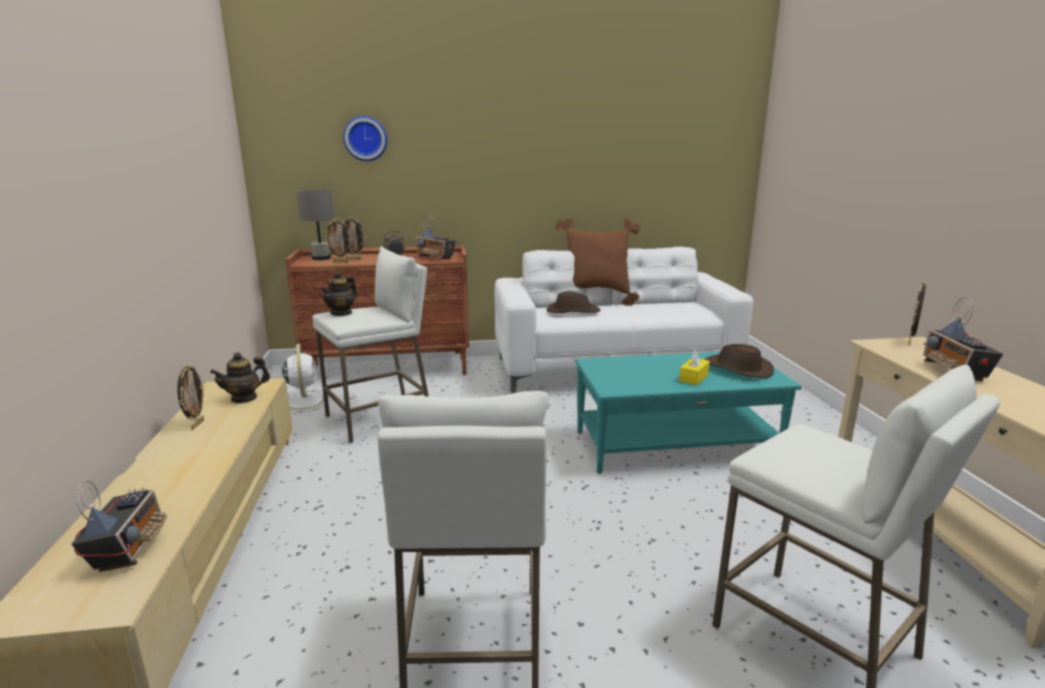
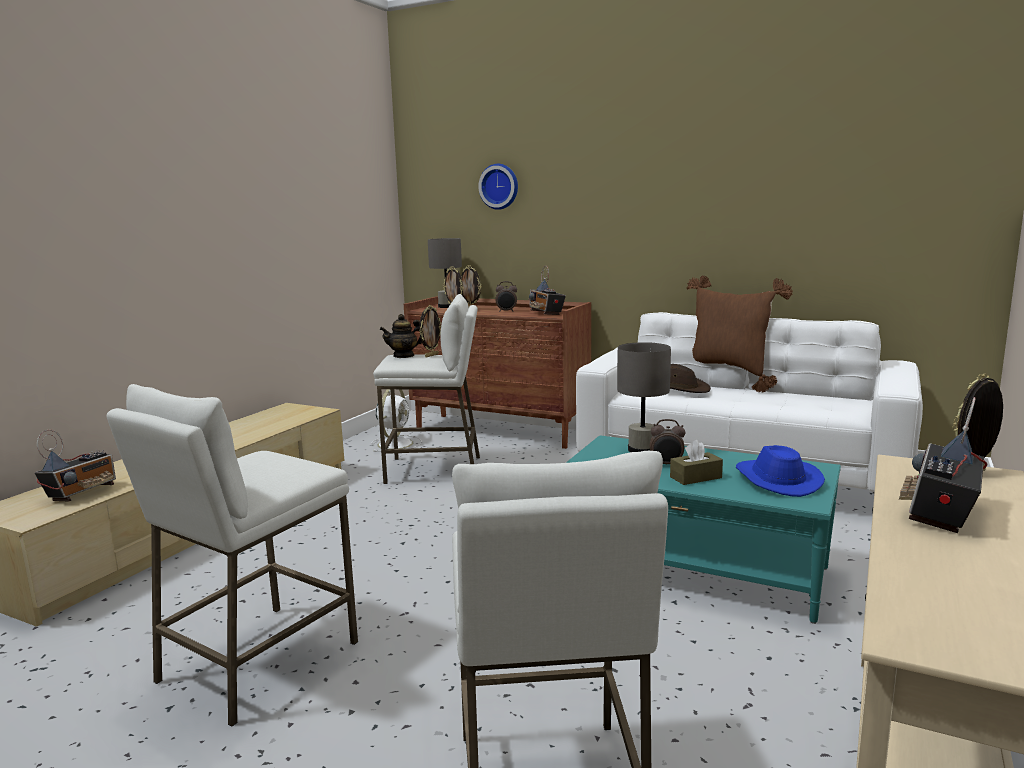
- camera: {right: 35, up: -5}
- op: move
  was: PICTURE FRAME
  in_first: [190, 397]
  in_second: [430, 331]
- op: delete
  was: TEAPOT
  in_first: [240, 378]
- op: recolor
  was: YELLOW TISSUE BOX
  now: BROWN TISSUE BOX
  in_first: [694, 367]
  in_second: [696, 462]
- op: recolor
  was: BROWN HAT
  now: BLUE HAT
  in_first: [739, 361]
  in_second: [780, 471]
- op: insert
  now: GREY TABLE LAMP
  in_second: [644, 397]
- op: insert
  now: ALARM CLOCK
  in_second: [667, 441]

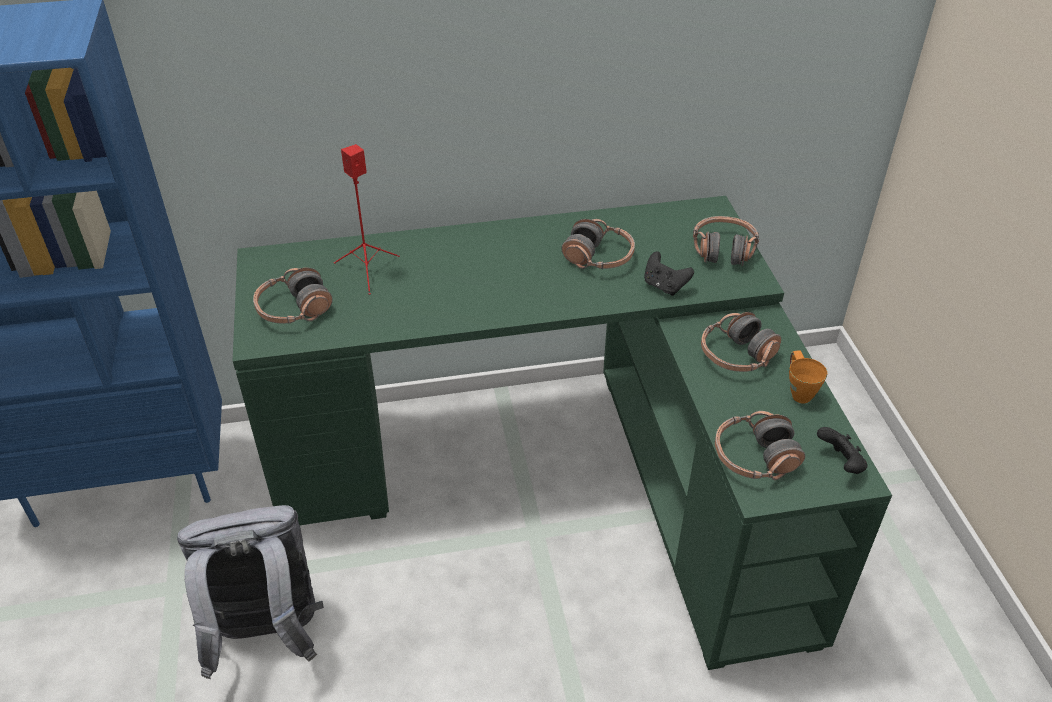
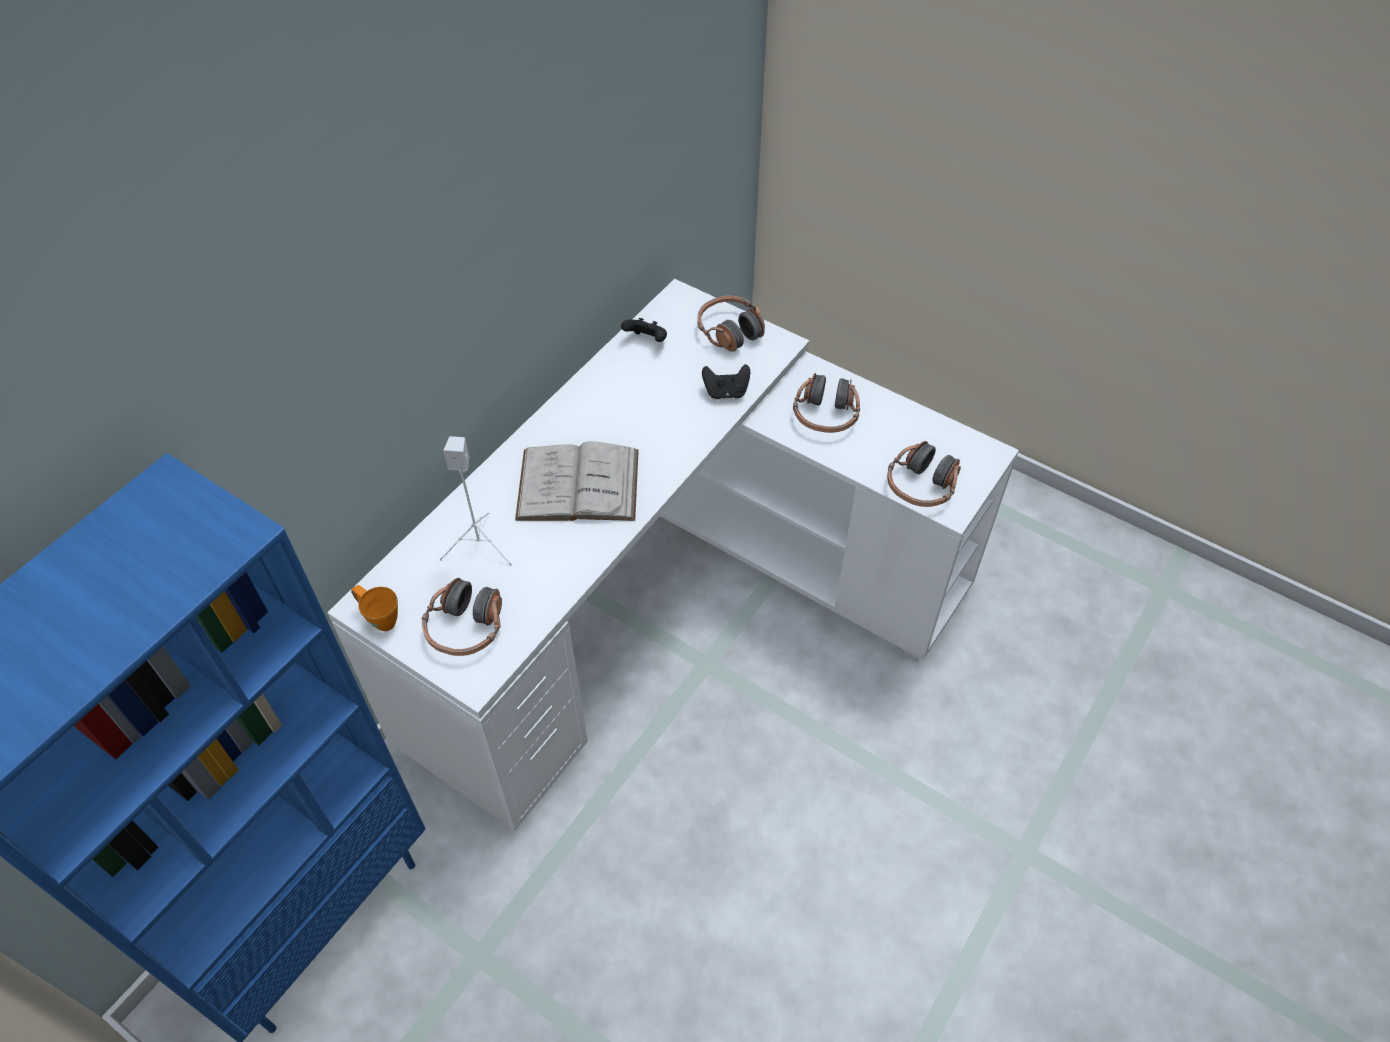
- camera: {right: -45, up: 10}
- op: delete
  was: GREY BACKPACK
  in_first: [250, 592]
- op: recolor
  was: GREEN DESK
  now: WHITE DESK
  in_first: [562, 433]
  in_second: [673, 555]
- op: recolor
  was: RED SPEAKER
  now: WHITE SPEAKER
  in_first: [367, 219]
  in_second: [475, 501]
- op: delete
  was: HEADPHONES
  in_first: [598, 244]
- op: move
  was: ORANGE MUG
  in_first: [808, 376]
  in_second: [374, 608]
- op: move
  was: BLACK GAME CONTROLLER
  in_first: [842, 450]
  in_second: [644, 330]
- op: insert
  now: WHITE BOOK
  in_second: [577, 481]

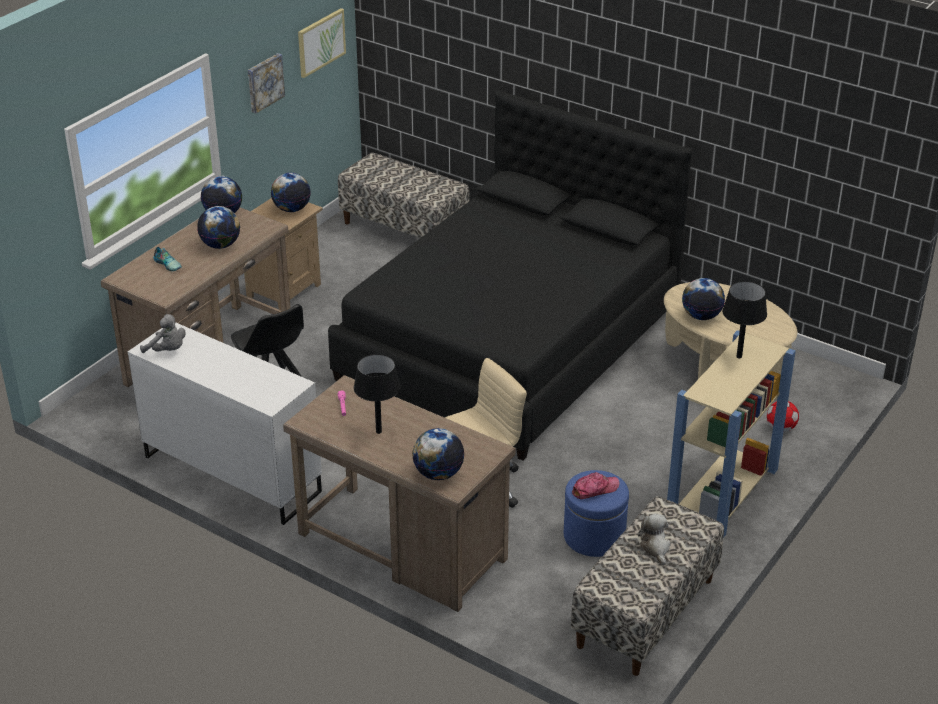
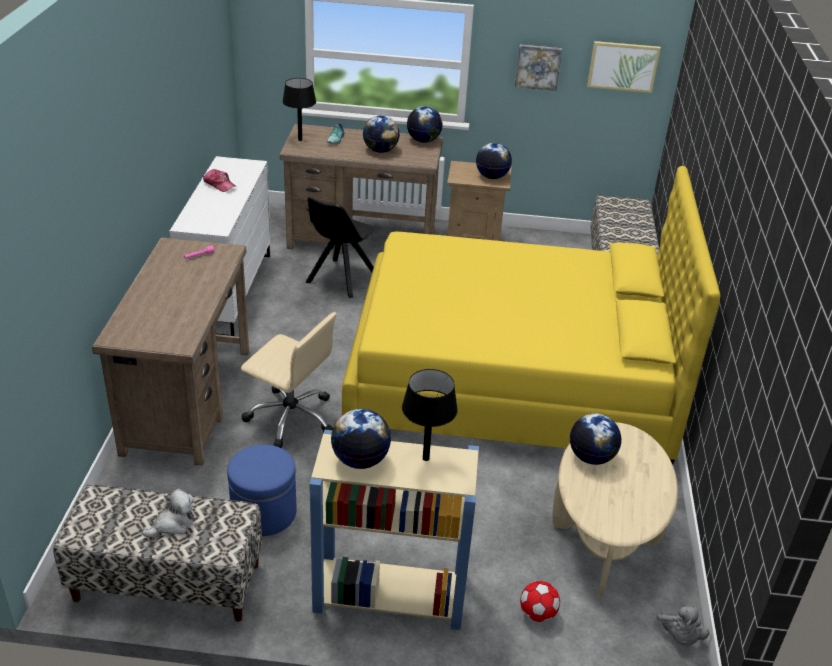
- camera: {right: 60, up: 0}
- op: move
  was: GREY PLUSH TOY
  in_first: [162, 333]
  in_second: [683, 625]
- op: recolor
  was: BLACK BED
  now: YELLOW BED
  in_first: [510, 275]
  in_second: [531, 315]
- op: move
  was: BLACK TABLE LAMP
  in_first: [377, 394]
  in_second: [299, 109]
- op: move
  was: GLOBE
  in_first: [438, 454]
  in_second: [361, 439]
- op: move
  was: CAP
  in_first: [595, 485]
  in_second: [220, 180]

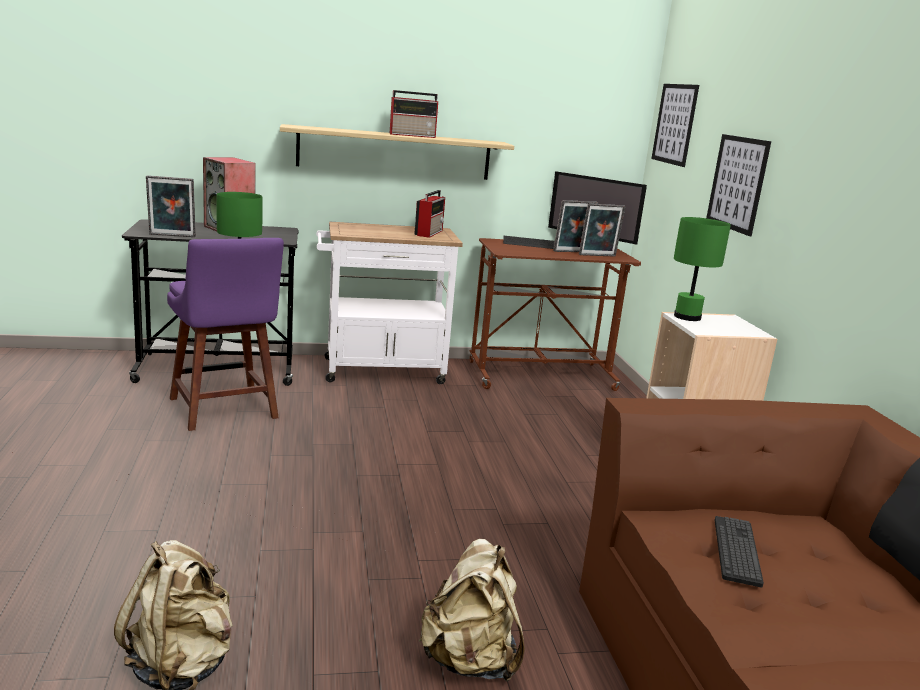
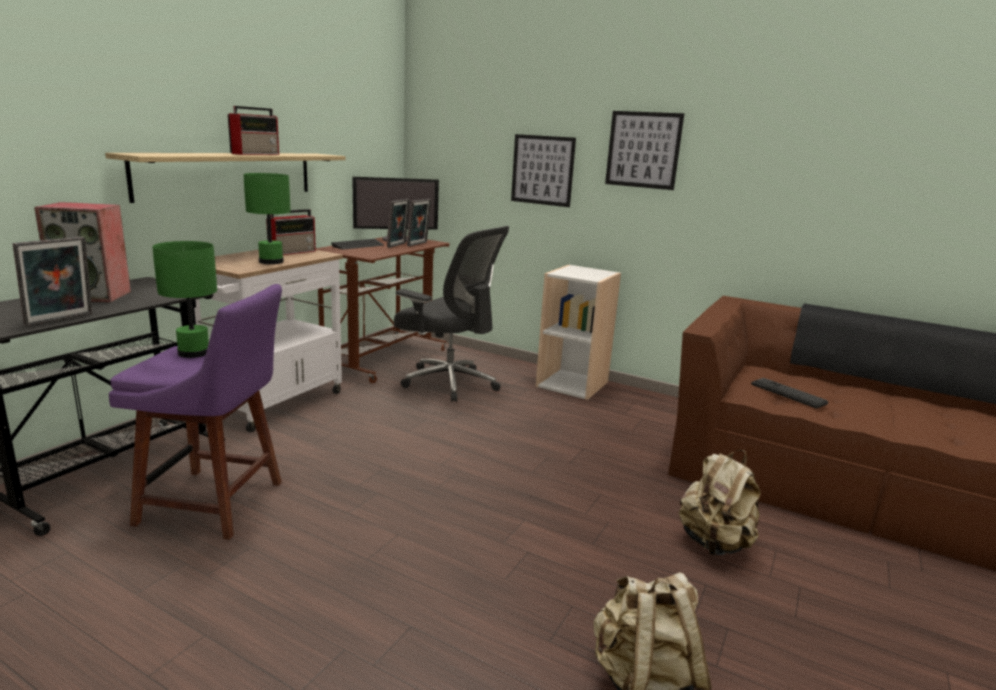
- camera: {right: -50, up: 0}
- op: rotate
  was: RADIO
  in_first: [429, 214]
  in_second: [291, 232]
  clockwise: 75
- op: move
  was: PICTURE
  in_first: [675, 125]
  in_second: [644, 150]
- op: move
  was: GREEN TABLE LAMP
  in_first: [702, 269]
  in_second: [267, 218]
- op: insert
  now: OFFICE CHAIR
  in_second: [451, 314]

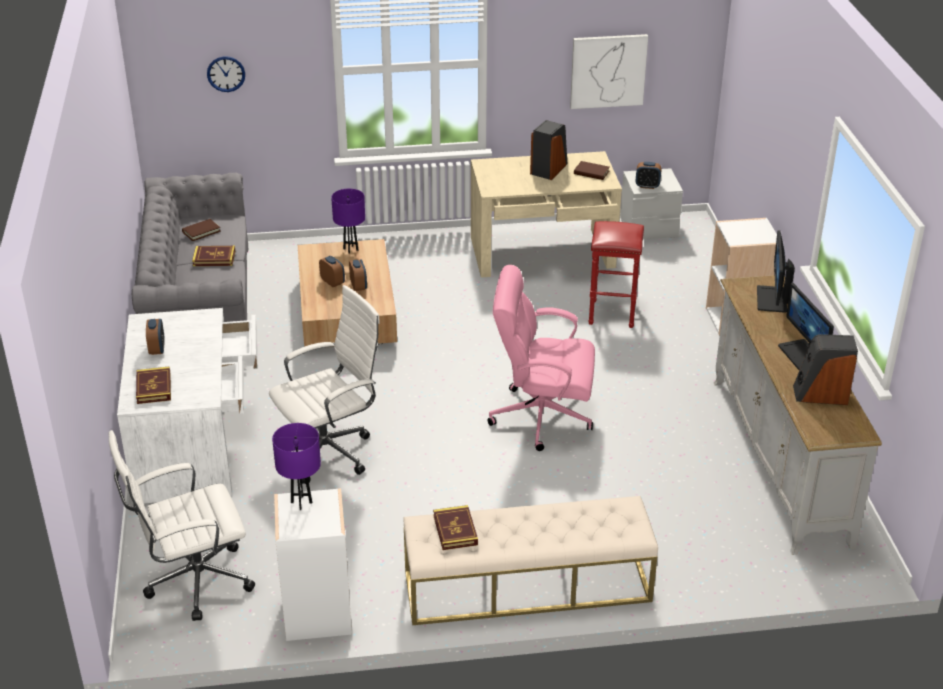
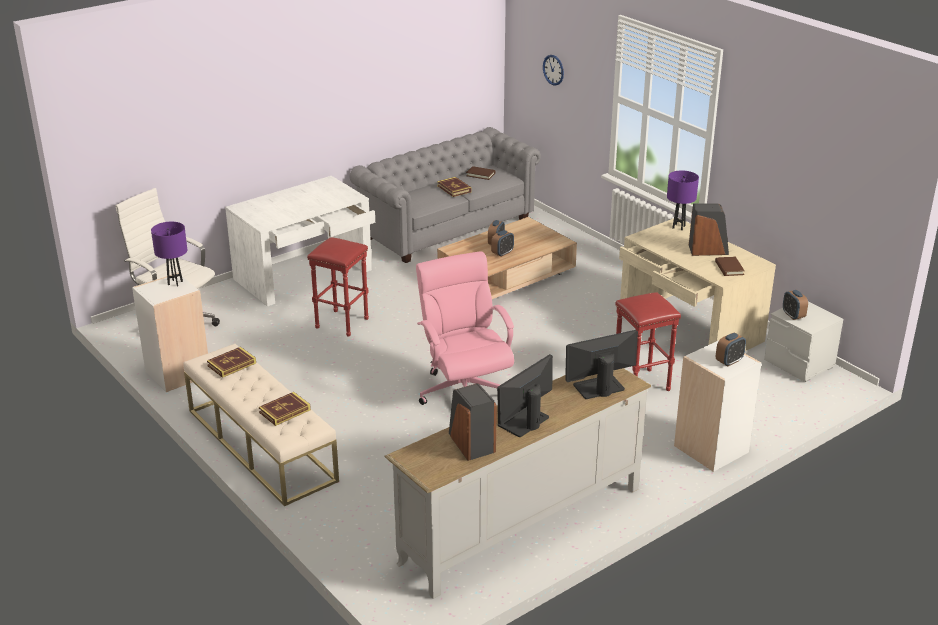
- camera: {right: 60, up: -5}
- op: move
  was: BOOK
  in_first: [153, 385]
  in_second: [285, 409]
- op: move
  was: ALARM CLOCK
  in_first: [155, 337]
  in_second: [731, 349]
- op: replace
  was: WHITE OFFICE CHAIR
  now: RED STOOL
  in_first: [324, 384]
  in_second: [338, 287]
- op: move
  was: PURPLE TABLE LAMP
  in_first: [348, 221]
  in_second: [683, 200]
- op: delete
  was: PICTURE
  in_first: [609, 71]

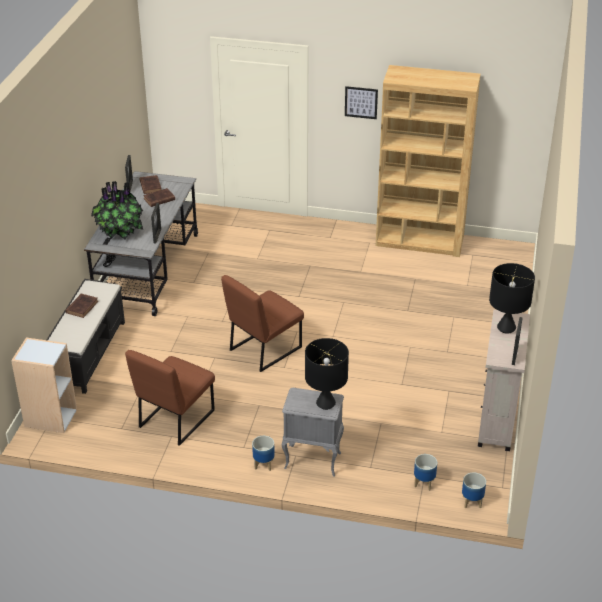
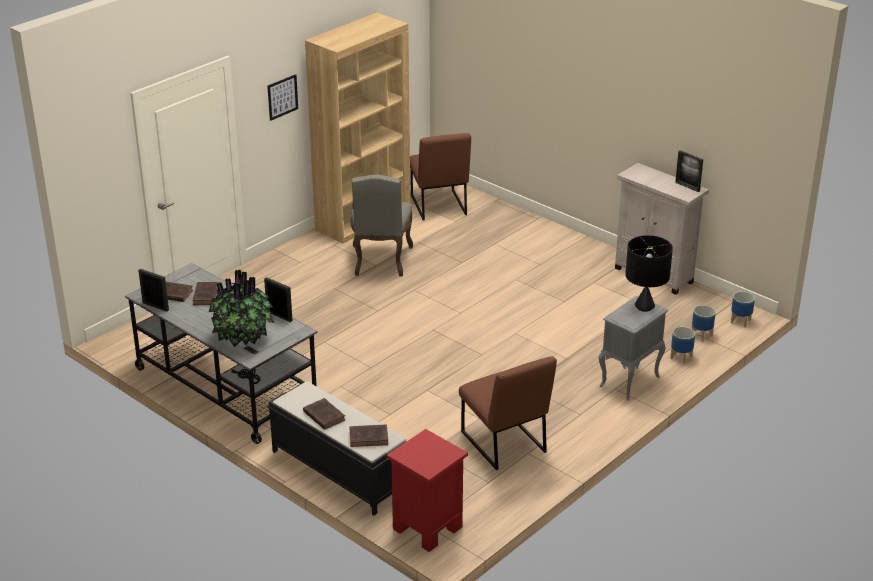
- camera: {right: -60, up: -5}
- op: replace
  was: BOOKCASE
  now: RED NIGHTSTAND
  in_first: [44, 385]
  in_second: [427, 490]
- op: move
  was: BROWN CHAIR
  in_first: [262, 323]
  in_second: [440, 176]
- op: move
  was: PLANTER
  in_first: [263, 453]
  in_second: [682, 345]
- op: delete
  was: BLACK TABLE LAMP
  in_first: [512, 298]
- op: insert
  now: BROWN BOOK
  in_second: [368, 435]
- op: insert
  now: GREY CHAIR
  in_second: [381, 225]

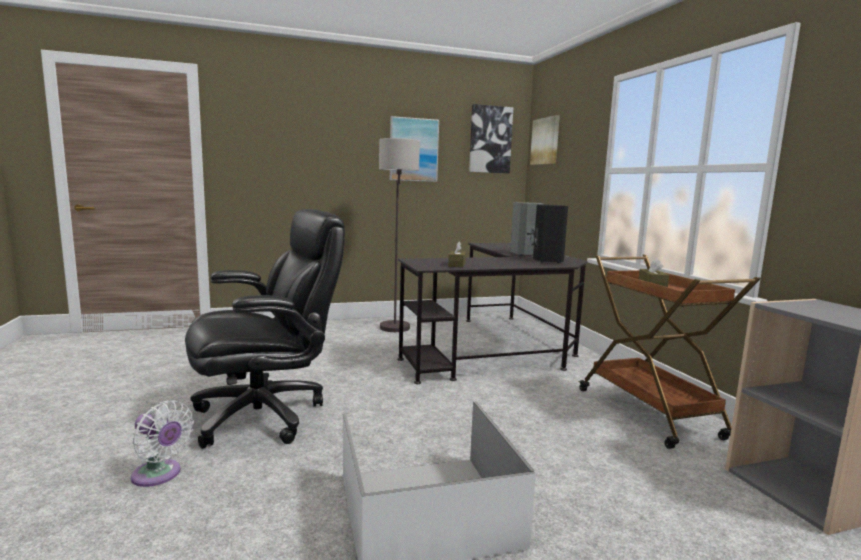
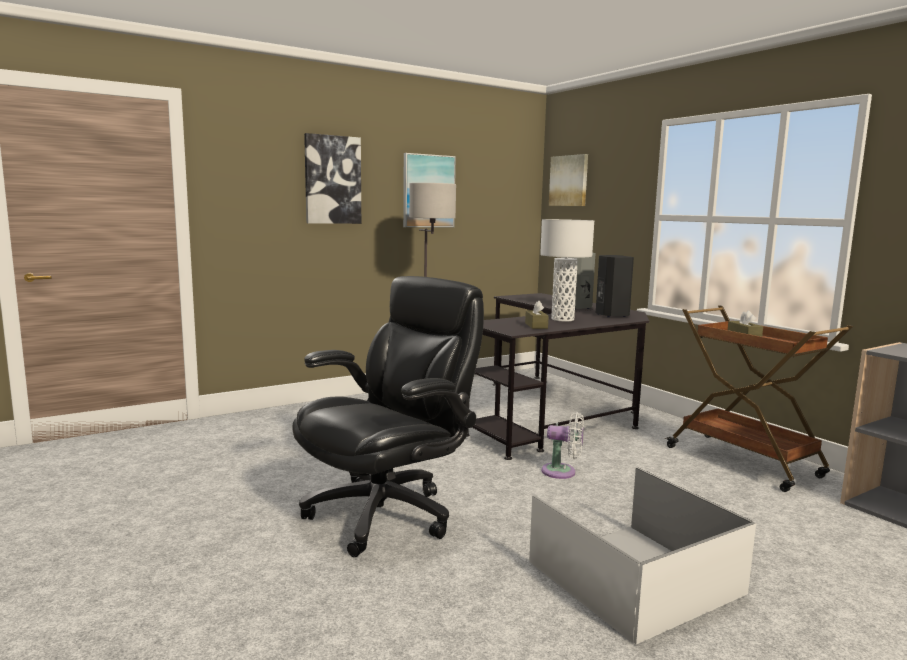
- camera: {right: -15, up: 0}
- op: move
  was: WHITE FAN
  in_first: [162, 444]
  in_second: [562, 445]
- op: move
  was: PICTURE
  in_first: [491, 138]
  in_second: [332, 178]
- op: insert
  now: WHITE TABLE LAMP
  in_second: [567, 270]

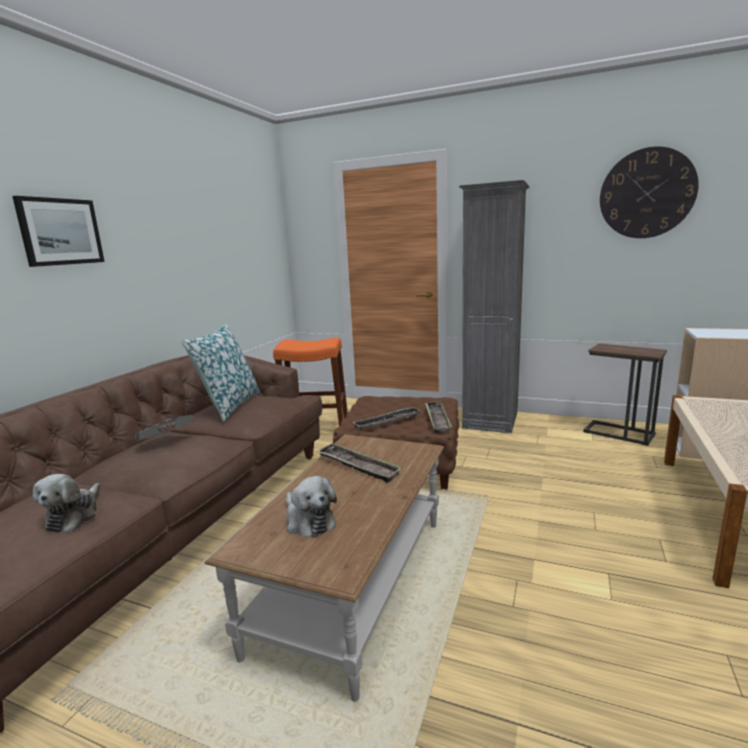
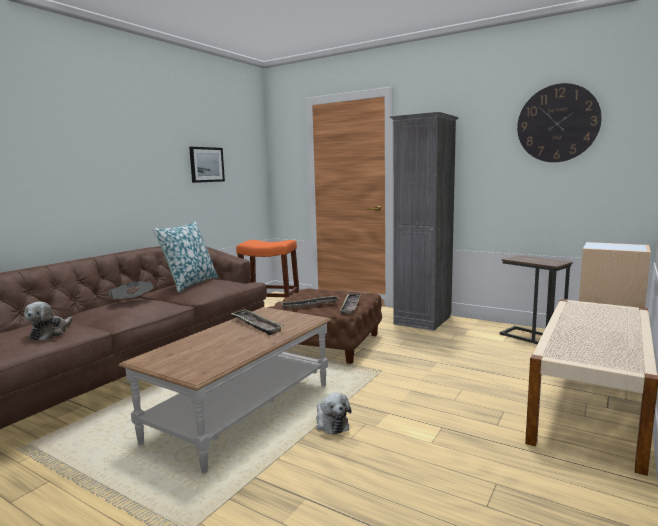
- camera: {right: 10, up: -5}
- op: move
  was: PICTURE
  in_first: [58, 231]
  in_second: [207, 165]
- op: move
  was: PLUSH TOY
  in_first: [311, 506]
  in_second: [333, 414]

